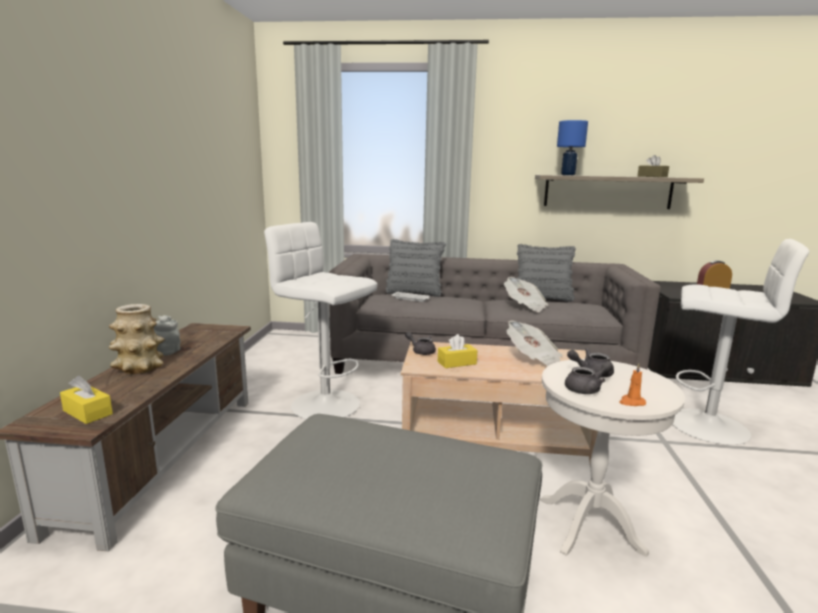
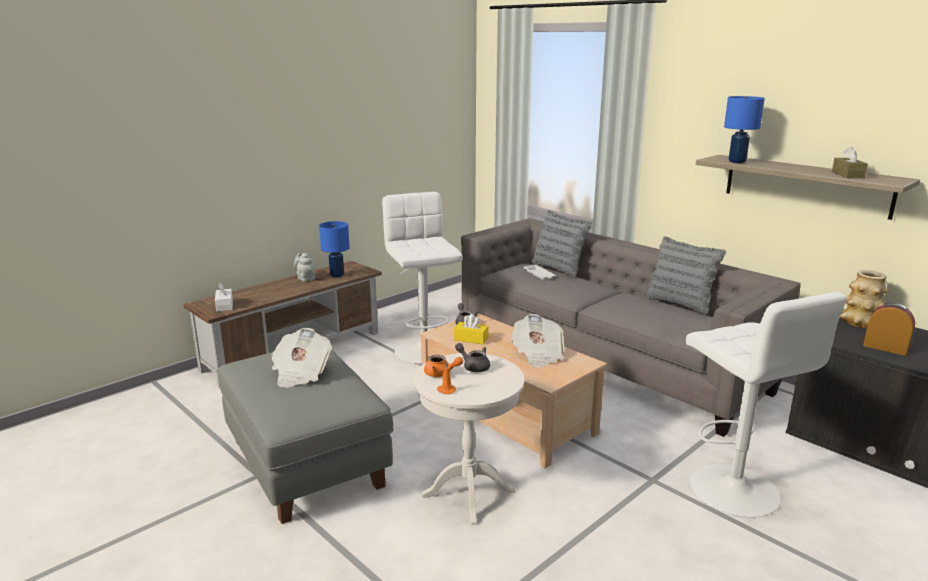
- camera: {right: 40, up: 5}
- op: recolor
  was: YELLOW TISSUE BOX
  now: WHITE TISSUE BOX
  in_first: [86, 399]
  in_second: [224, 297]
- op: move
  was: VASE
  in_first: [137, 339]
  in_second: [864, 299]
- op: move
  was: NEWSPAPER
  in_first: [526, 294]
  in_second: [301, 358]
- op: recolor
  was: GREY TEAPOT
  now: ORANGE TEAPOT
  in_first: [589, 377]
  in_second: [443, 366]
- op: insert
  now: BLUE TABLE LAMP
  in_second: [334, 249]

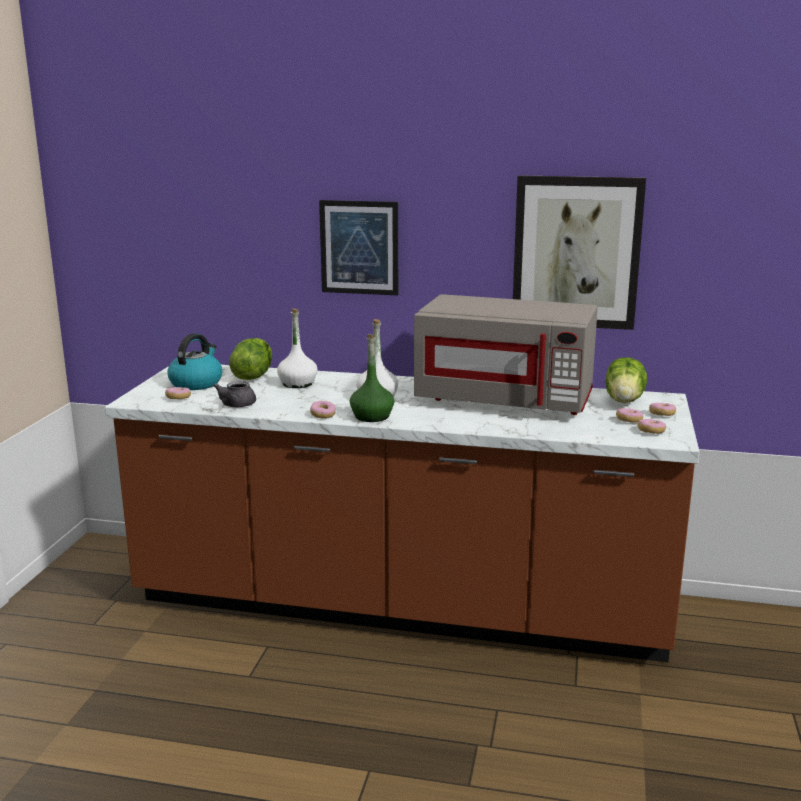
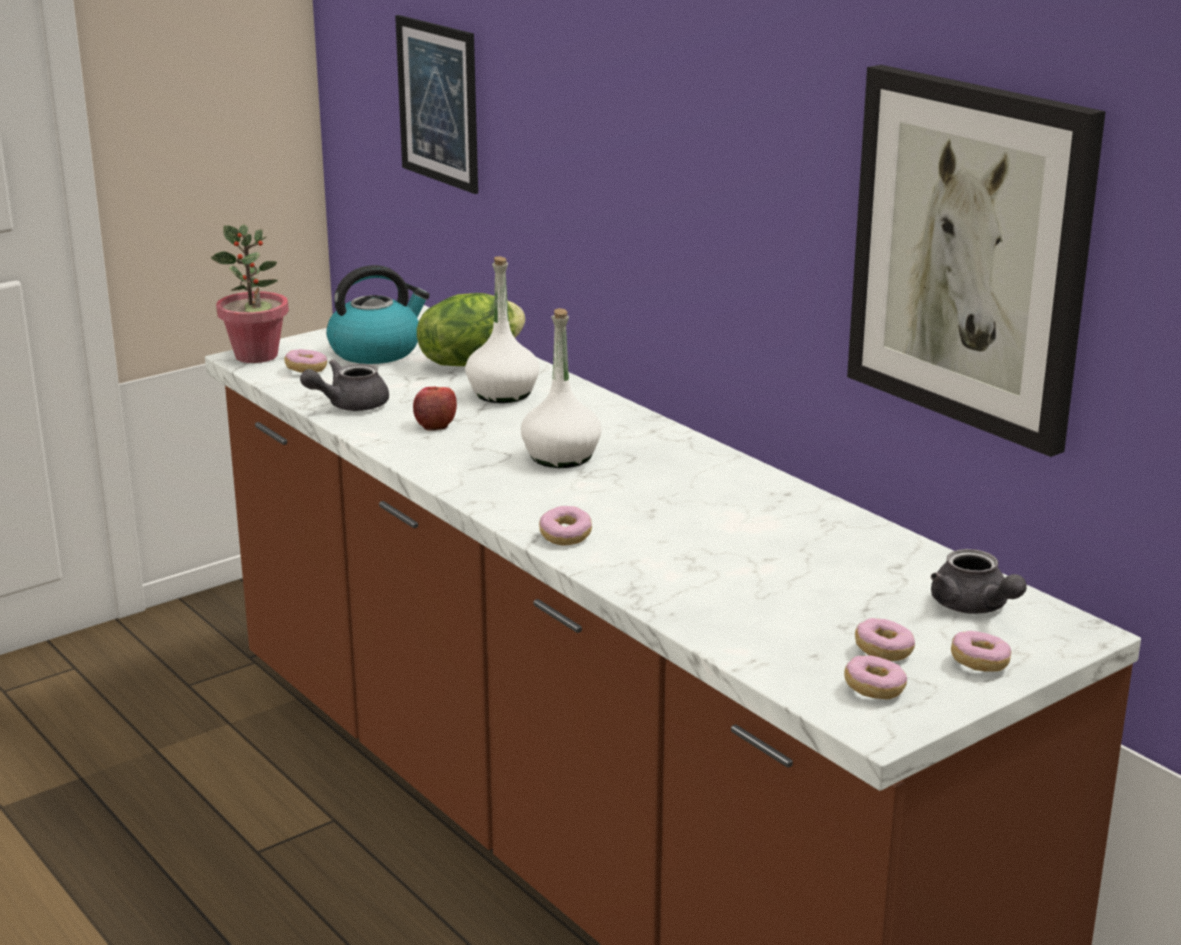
- camera: {right: 40, up: 5}
- op: move
  was: DONUT
  in_first: [323, 410]
  in_second: [565, 526]
- op: move
  was: PICTURE
  in_first: [358, 247]
  in_second: [436, 104]
- op: delete
  was: GREEN BOTTLE
  in_first: [372, 378]
- op: delete
  was: GREY MICROWAVE
  in_first: [506, 354]
- op: replace
  was: LETTUCE
  now: GREY TEAPOT
  in_first: [626, 380]
  in_second: [979, 581]
- op: insert
  now: POTTED PLANT
  in_second: [250, 293]
- op: insert
  now: APPLE
  in_second: [435, 409]

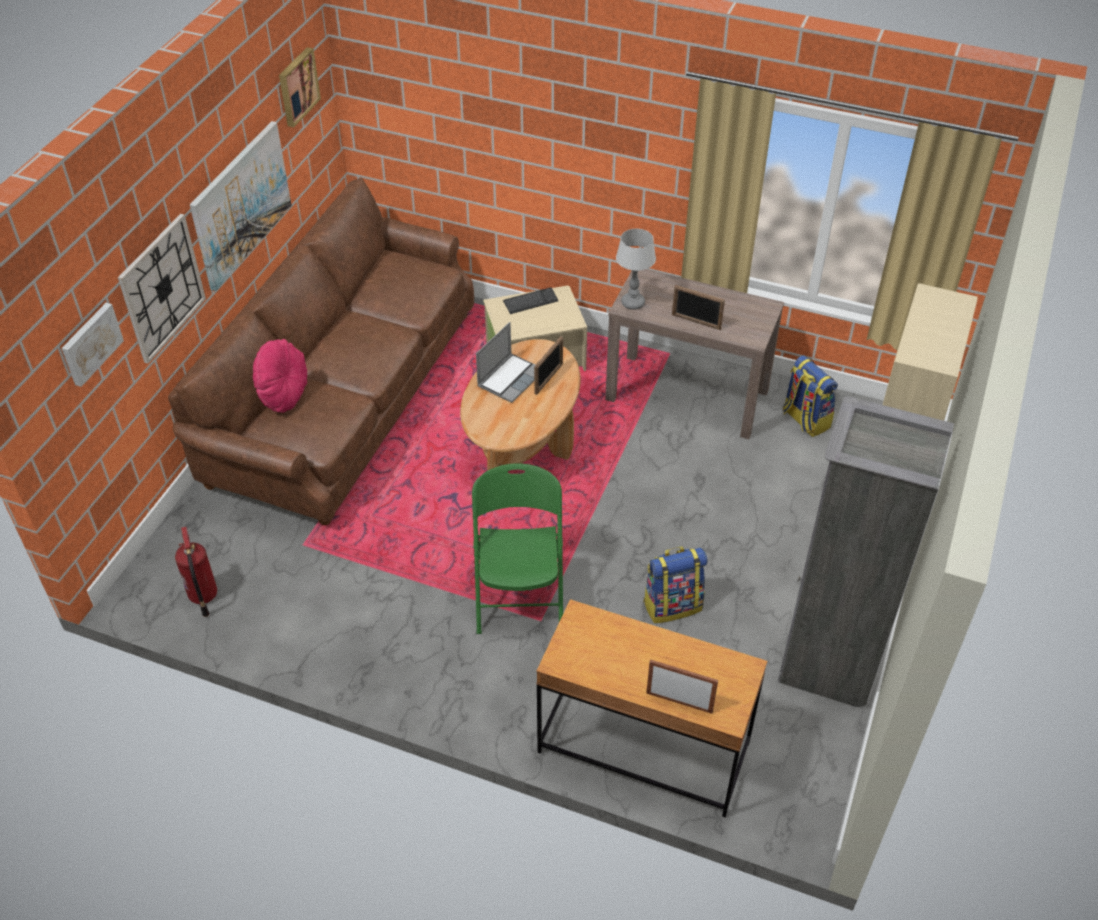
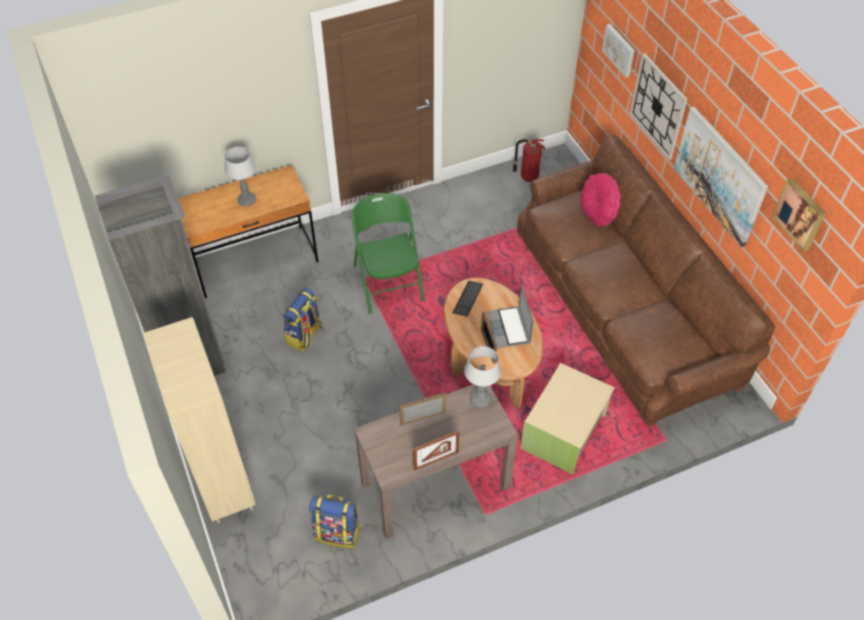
- camera: {right: 135, up: 5}
- op: rotate
  was: GREEN CHAIR
  in_first: [517, 548]
  in_second: [388, 253]
  clockwise: -150
- op: move
  was: KEYBOARD
  in_first: [530, 300]
  in_second: [467, 298]
- op: move
  was: PICTURE FRAME
  in_first: [682, 687]
  in_second: [436, 450]
- op: insert
  now: TABLE LAMP
  in_second: [240, 176]

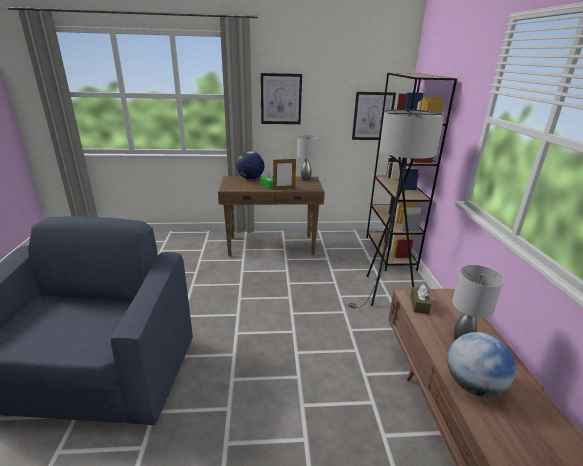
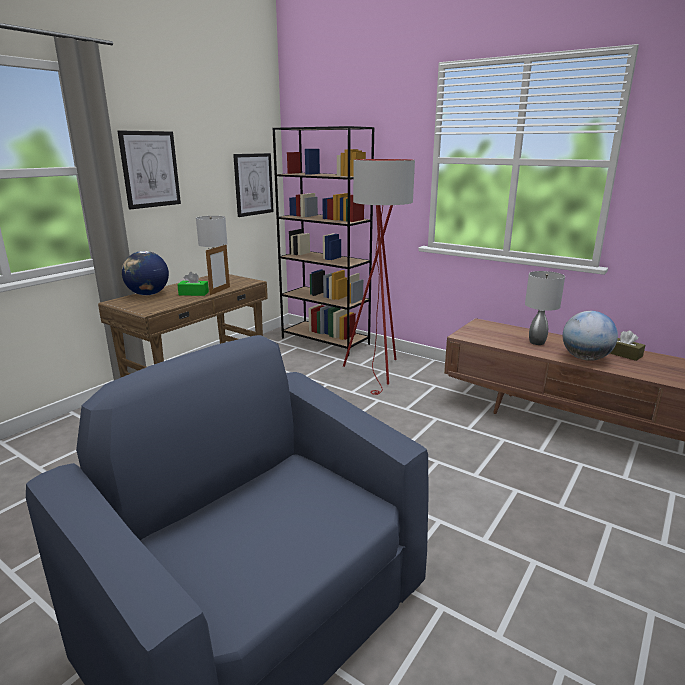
- camera: {right: -50, up: -5}
- op: recolor
  was: GREY FLOOR LAMP
  now: RED FLOOR LAMP
  in_first: [396, 208]
  in_second: [379, 277]
- op: move
  was: BROWN TISSUE BOX
  in_first: [420, 299]
  in_second: [627, 346]

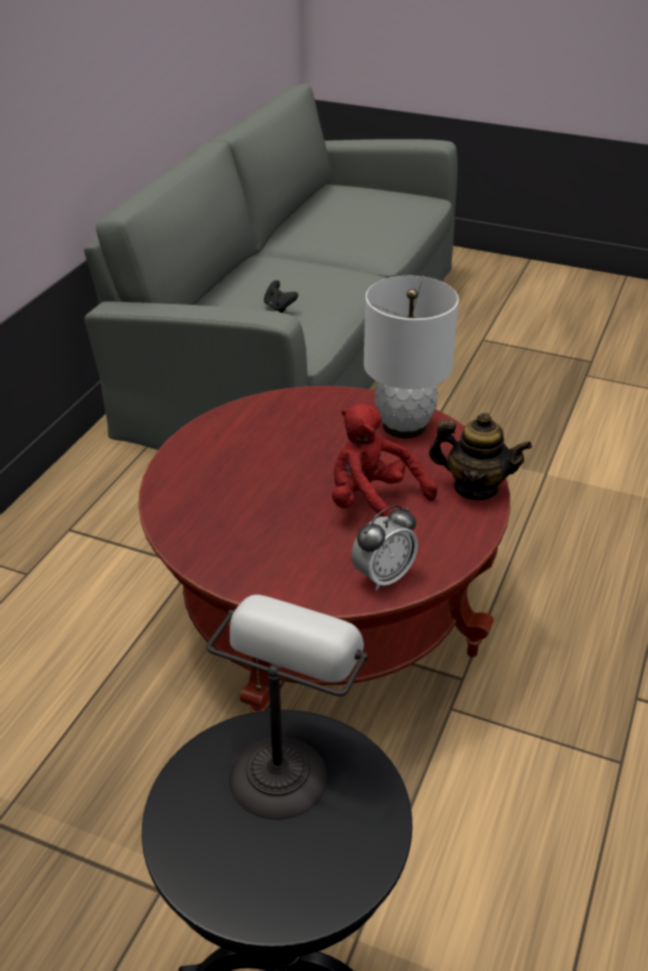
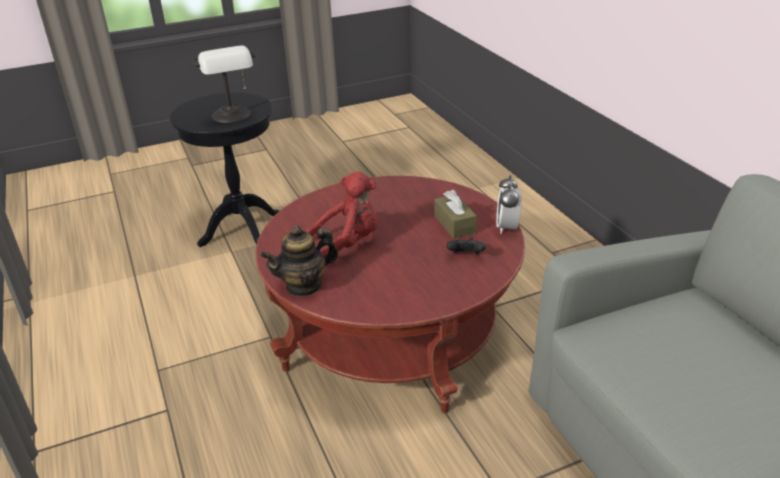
- camera: {right: 135, up: -5}
- op: move
  was: BLACK GAME CONTROLLER
  in_first: [281, 296]
  in_second: [466, 246]
- op: move
  was: ALARM CLOCK
  in_first: [384, 548]
  in_second: [509, 204]
- op: delete
  was: WHITE TABLE LAMP
  in_first: [411, 357]
- op: insert
  now: BROWN TISSUE BOX
  in_second: [455, 214]

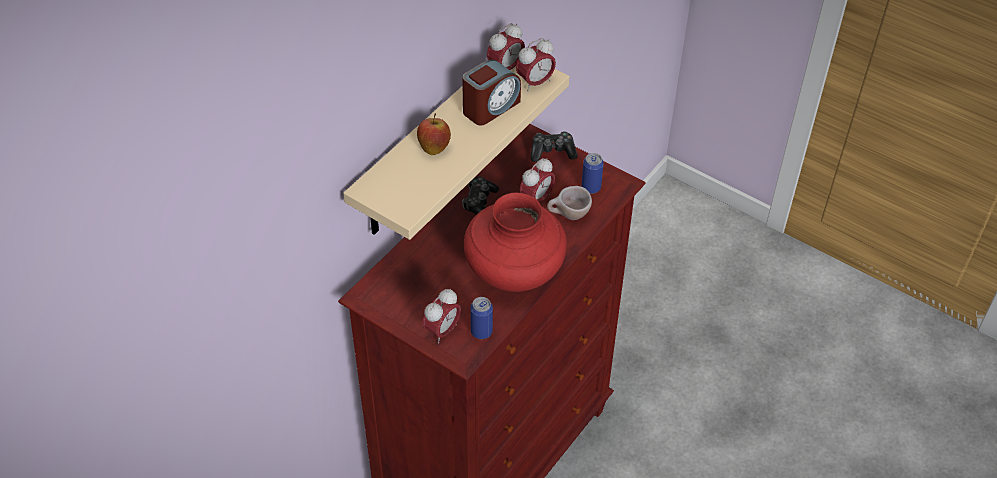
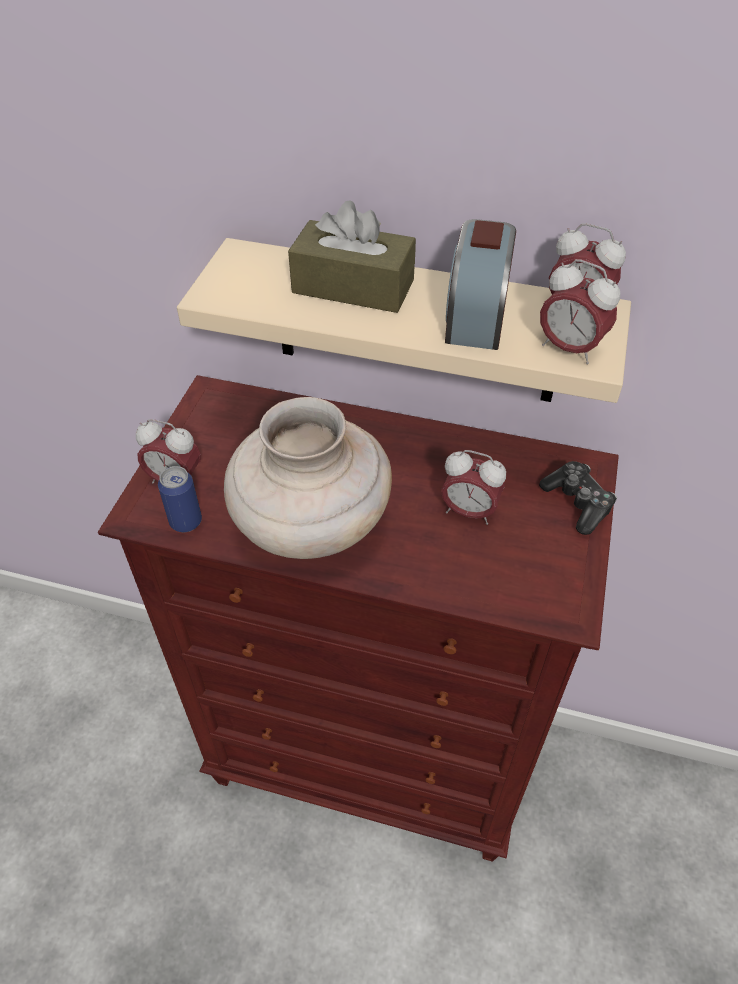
- camera: {right: 70, up: 0}
- op: replace
  was: APPLE
  now: BROWN TISSUE BOX
  in_first: [434, 134]
  in_second: [352, 256]
- op: rotate
  was: ALARM CLOCK
  in_first: [491, 92]
  in_second: [480, 284]
  clockwise: 75
- op: delete
  was: GAME CONTROLLER
  in_first: [480, 196]
- op: recolor
  was: RED VASE
  now: BEIGE VASE
  in_first: [515, 242]
  in_second: [308, 478]
- op: delete
  was: BEIGE CUP
  in_first: [569, 203]
- op: delete
  was: CAN
  in_first: [592, 173]

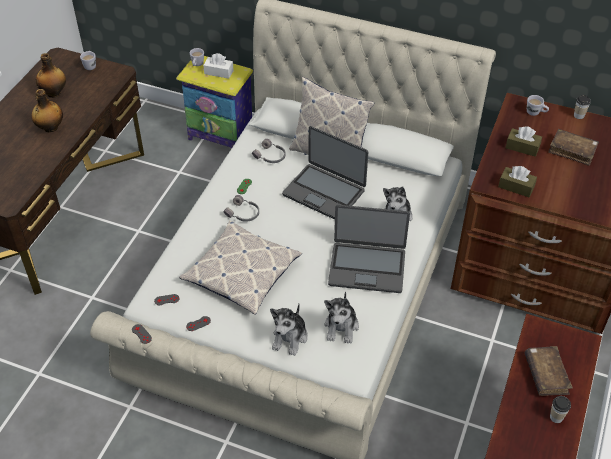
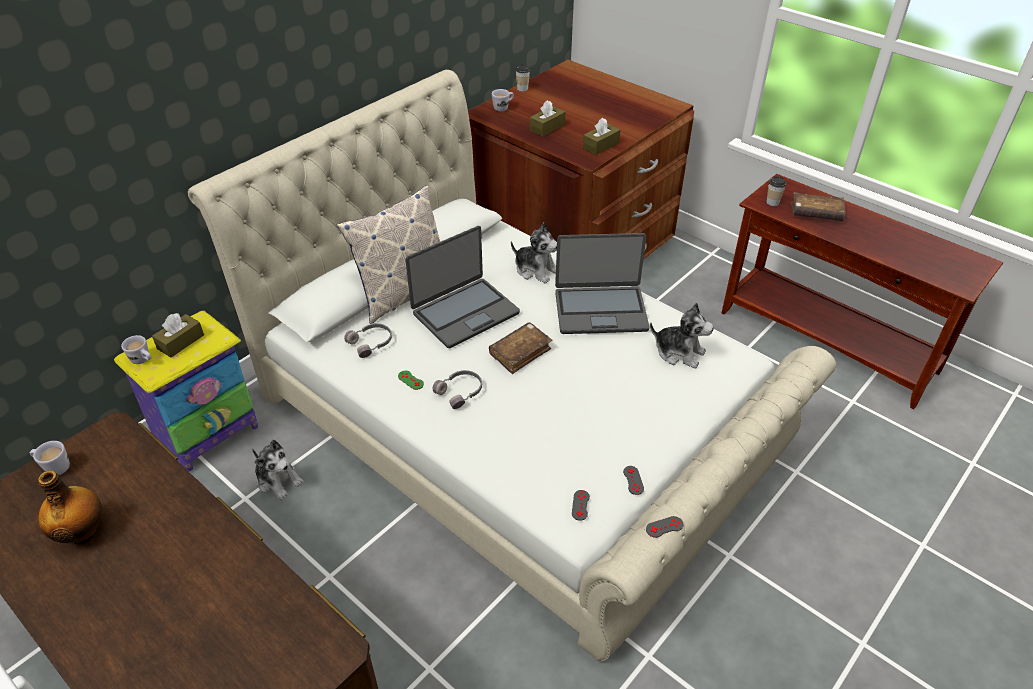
- camera: {right: -70, up: -5}
- op: delete
  was: BOTTLE
  in_first: [47, 110]
- op: delete
  was: PILLOW
  in_first: [240, 267]
- op: recolor
  was: WHITE TISSUE BOX
  now: BROWN TISSUE BOX
  in_first: [218, 66]
  in_second: [178, 335]
- op: move
  was: PLUSH TOY
  in_first: [289, 330]
  in_second: [278, 470]
- op: rotate
  was: LAPTOP
  in_first: [369, 249]
  in_second: [602, 283]
  clockwise: 60
- op: move
  was: BROWN BOOK
  in_first: [573, 147]
  in_second: [520, 348]
- op: move
  was: CUP
  in_first: [560, 409]
  in_second: [776, 191]

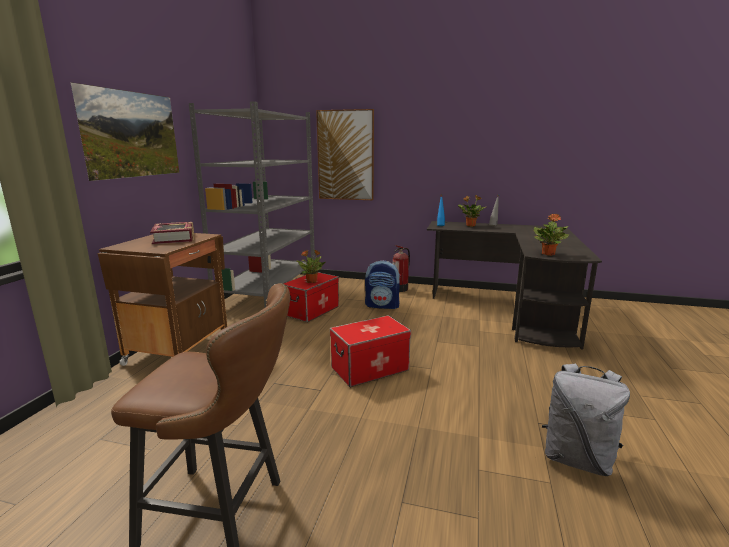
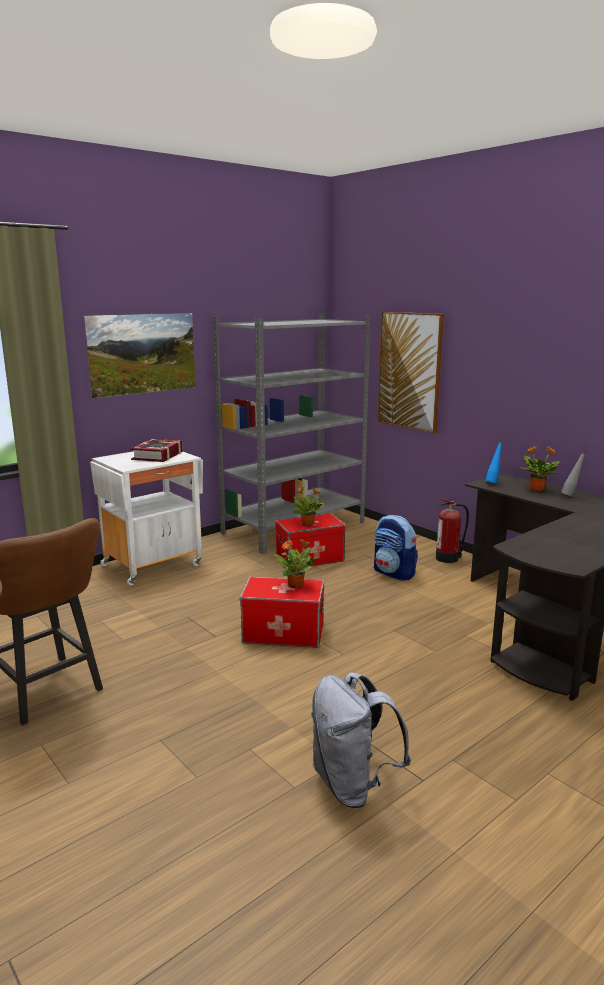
- camera: {right: 35, up: 0}
- op: recolor
  was: BROWN CART
  now: WHITE CART
  in_first: [162, 299]
  in_second: [146, 518]
- op: move
  was: POTTED PLANT
  in_first: [551, 234]
  in_second: [296, 563]

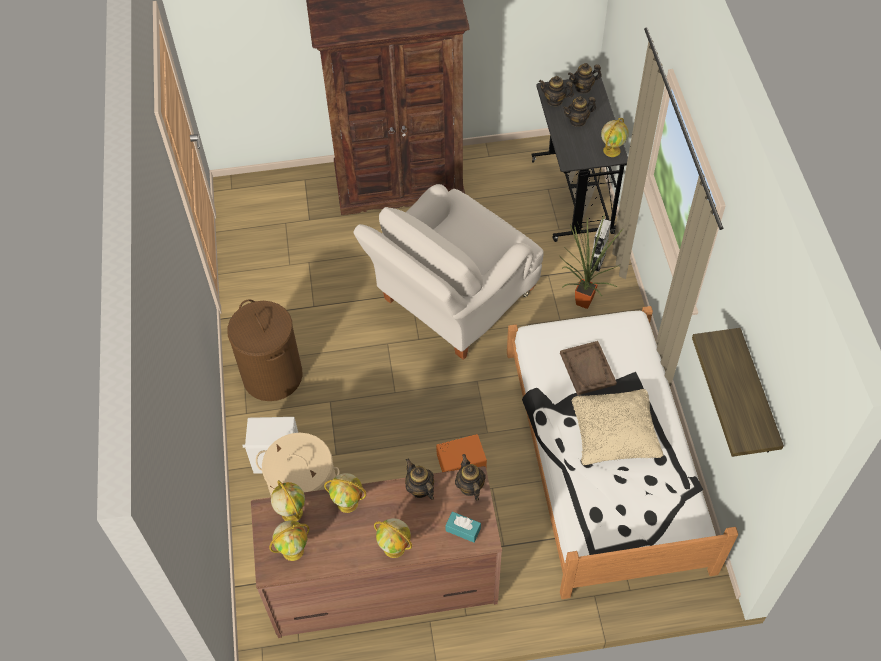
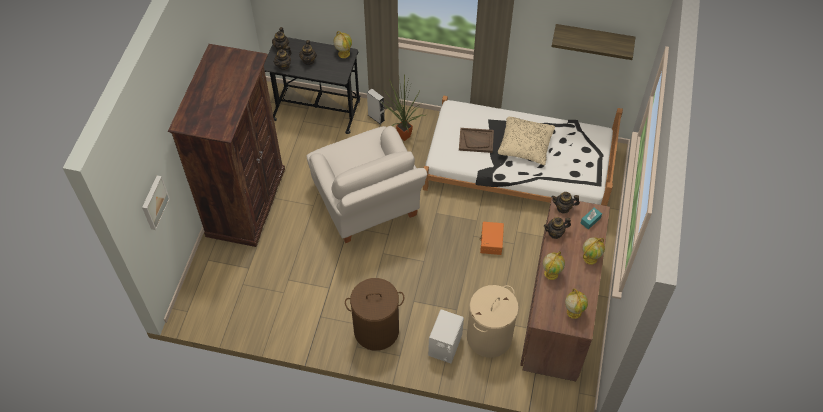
- camera: {right: -70, up: 0}
- op: delete
  was: GLOBE
  in_first: [288, 501]
- op: insert
  now: PICTURE
  in_second: [156, 202]

